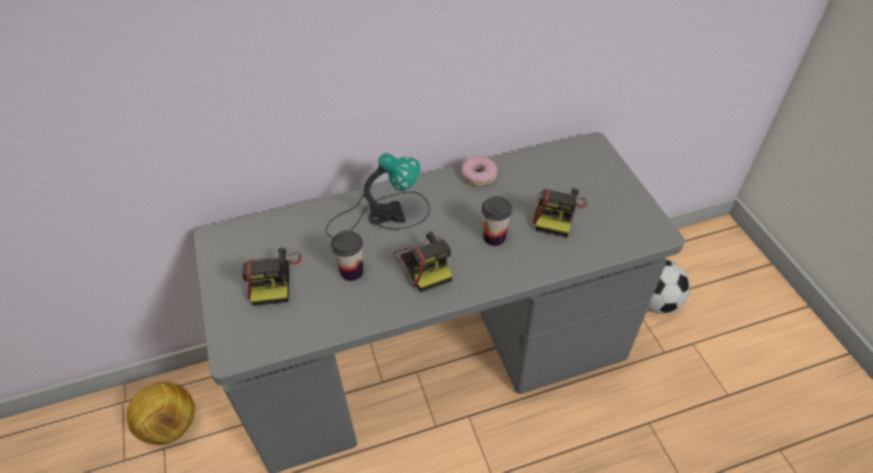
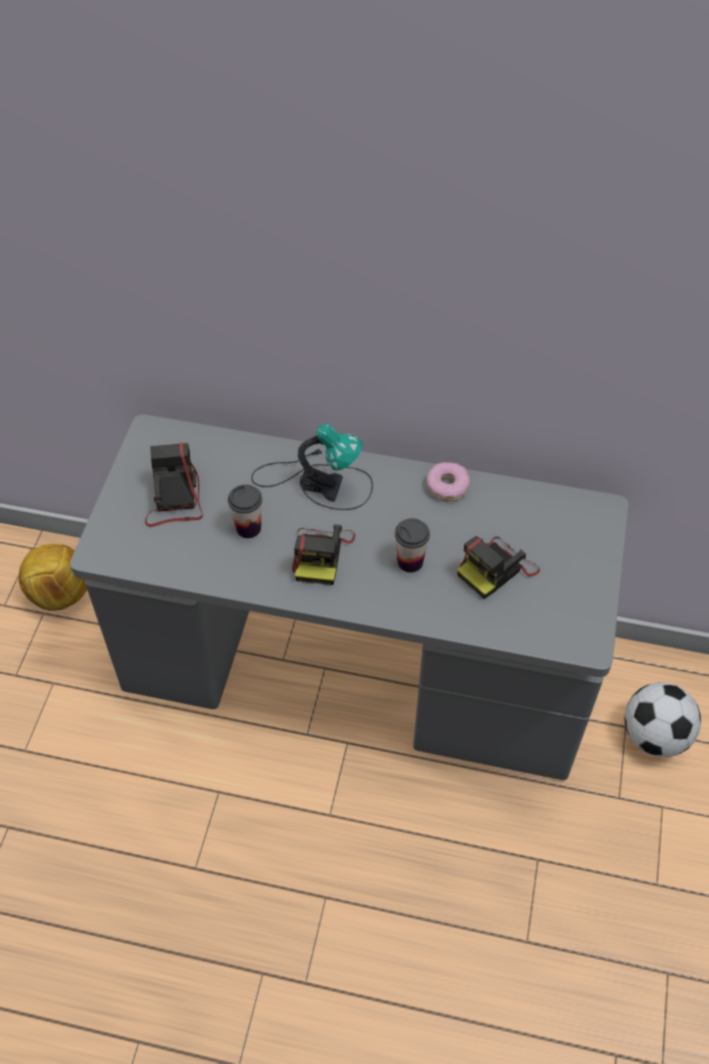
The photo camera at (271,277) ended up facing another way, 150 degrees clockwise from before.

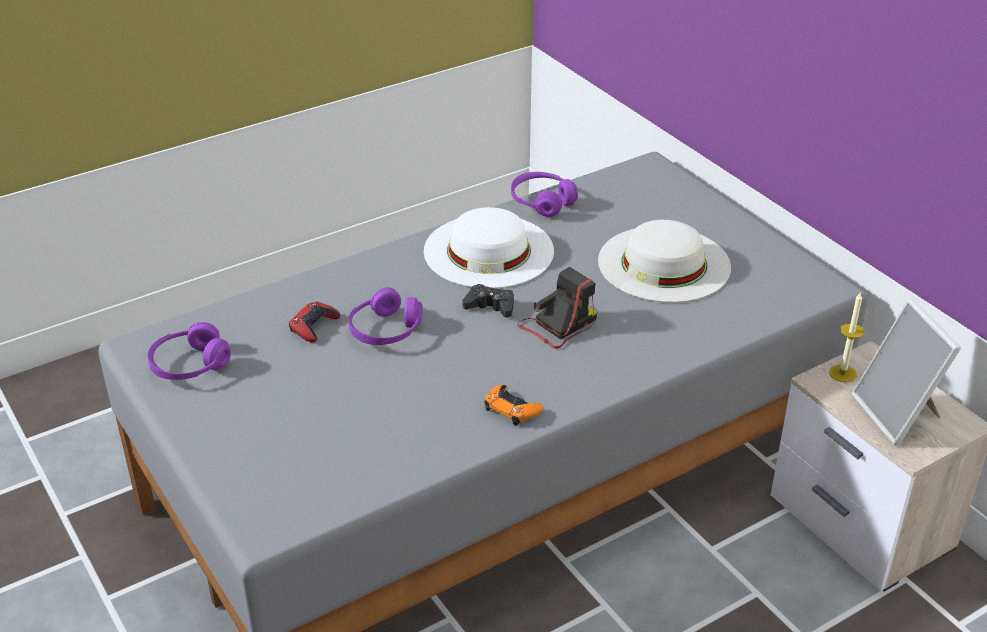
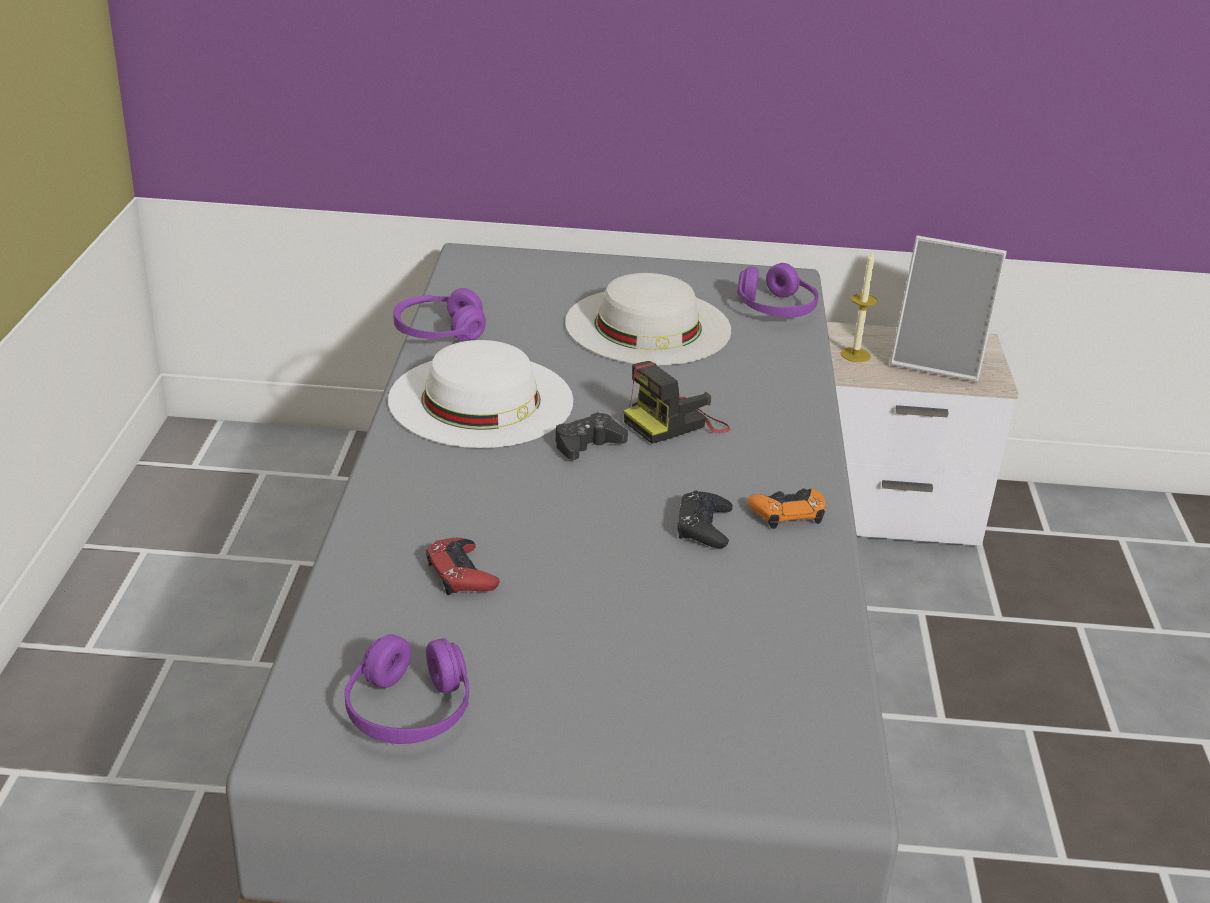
The photo camera at (557,308) ended up facing another way, 120 degrees counterclockwise from before.
The headphones (purple) ended up elsewhere, having gone from (385,316) to (778,290).
The second view gained the game controller (black) at (705,519).

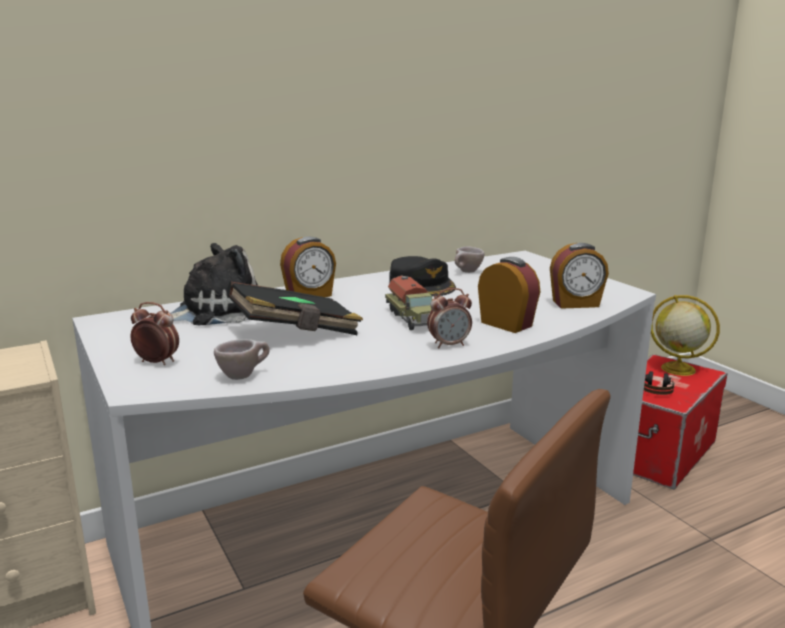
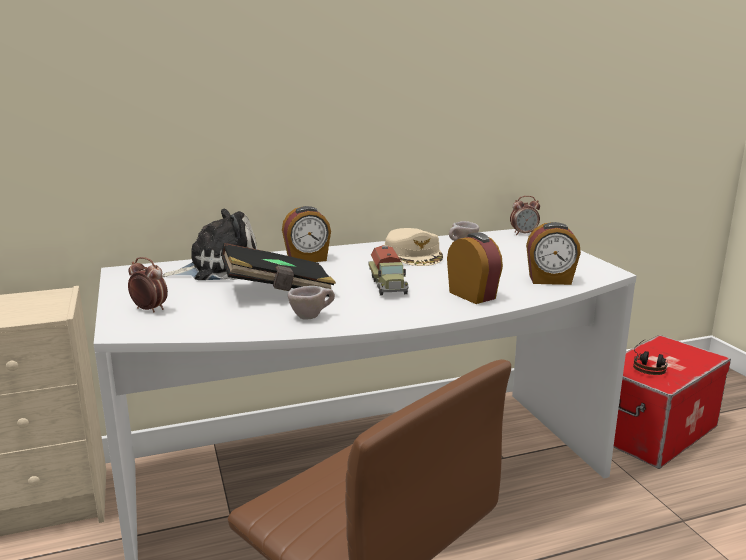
What was the cap (black) at (422,276) turned into the cap (beige) at (413,247).
The alarm clock ended up elsewhere, having gone from (449,318) to (525,215).
The second view lost the globe at (685,335).
The cup (beige) ended up elsewhere, having gone from (242,359) to (311,303).

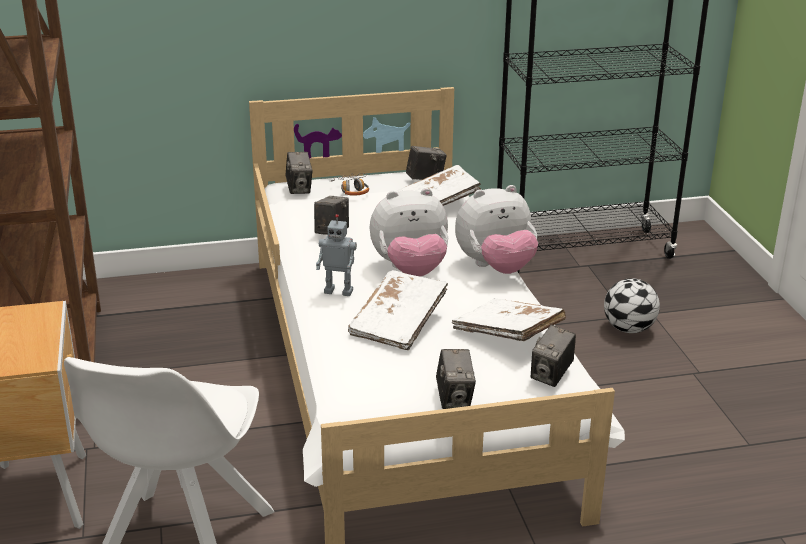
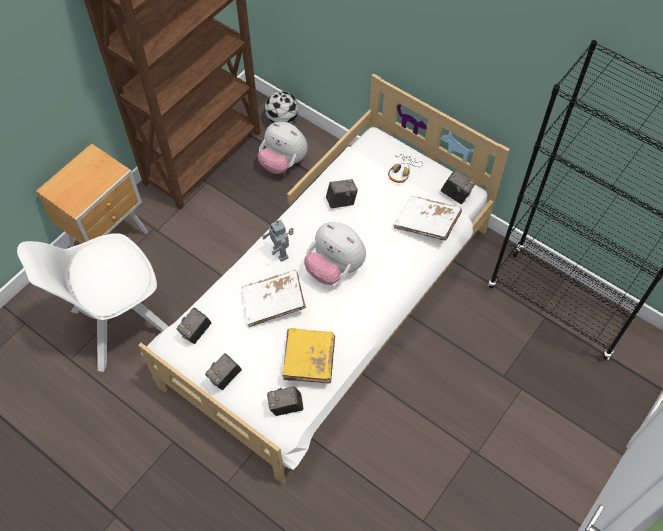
The photo camera ended up elsewhere, having gone from (299,173) to (194,326).
The plush toy ended up elsewhere, having gone from (496,229) to (283,148).
The football ended up elsewhere, having gone from (632,305) to (282,107).
What was the book (white) at (509,320) turned into the book (yellow) at (308,356).

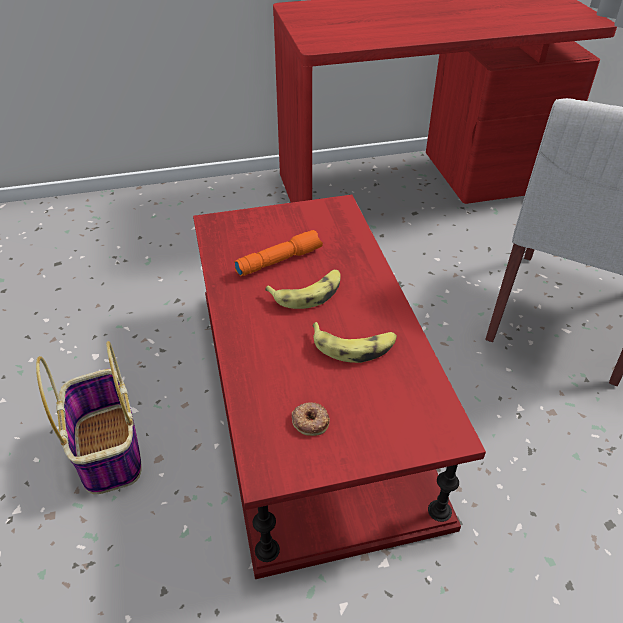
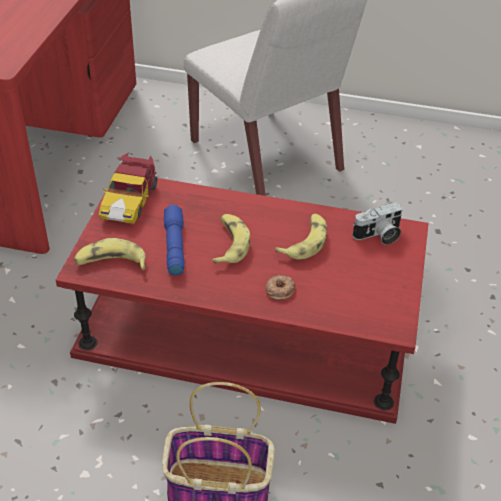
What was the flashlight (orange) at (278,253) turned into the flashlight (blue) at (174,240).
The donut ended up elsewhere, having gone from (311,419) to (280,287).
The second view gained the toy car at (128,188).
The second view gained the photo camera at (378,223).
The second view gained the banana at (110,254).

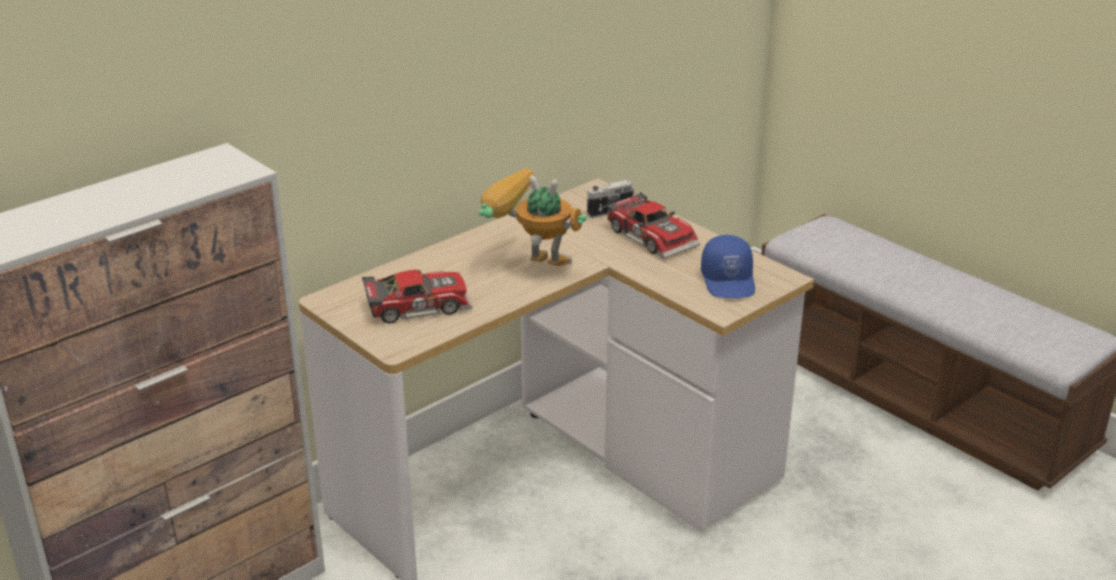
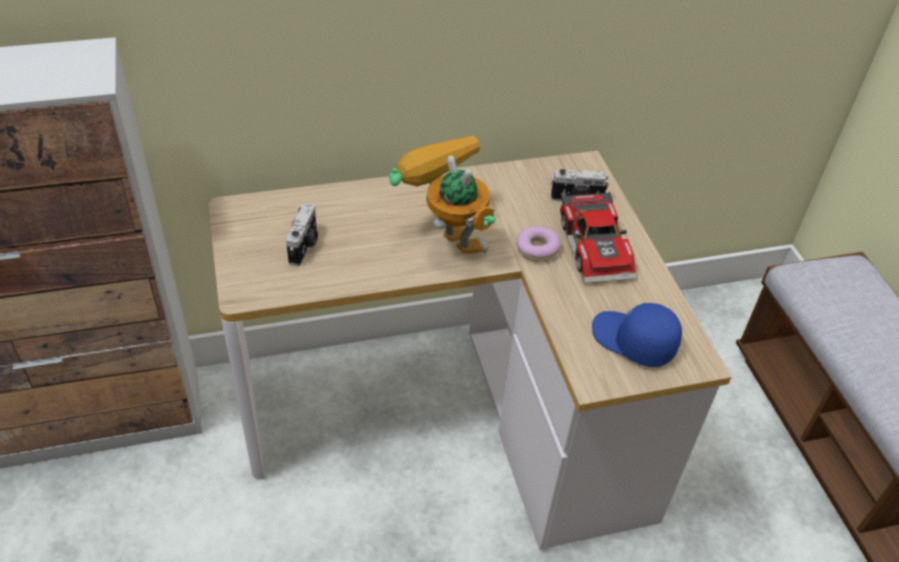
The cap (blue) at (728,266) ended up facing another way, 105 degrees clockwise from before.
Where the toy car stood at (417,296), the photo camera came to stand at (302,234).
The second view gained the donut at (538,243).

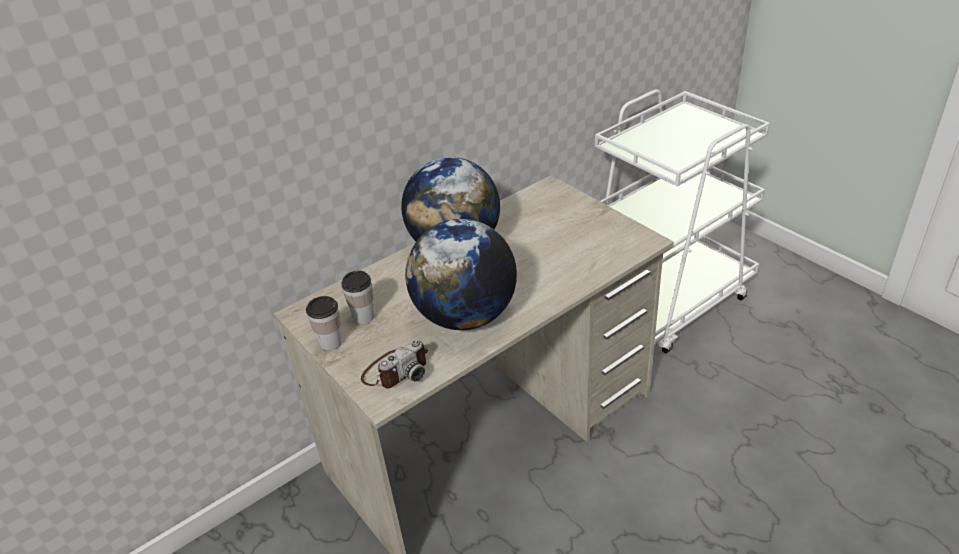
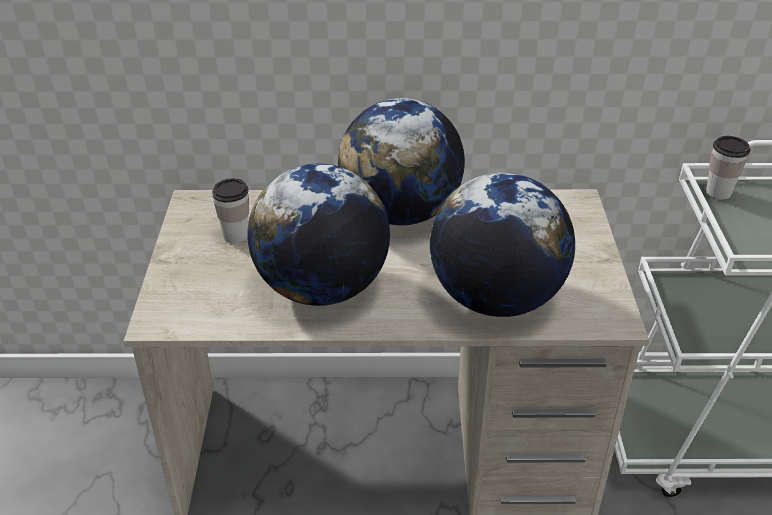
The cup ended up elsewhere, having gone from (324,323) to (728,168).
The second view lost the photo camera at (394,364).
The second view gained the globe at (502,245).

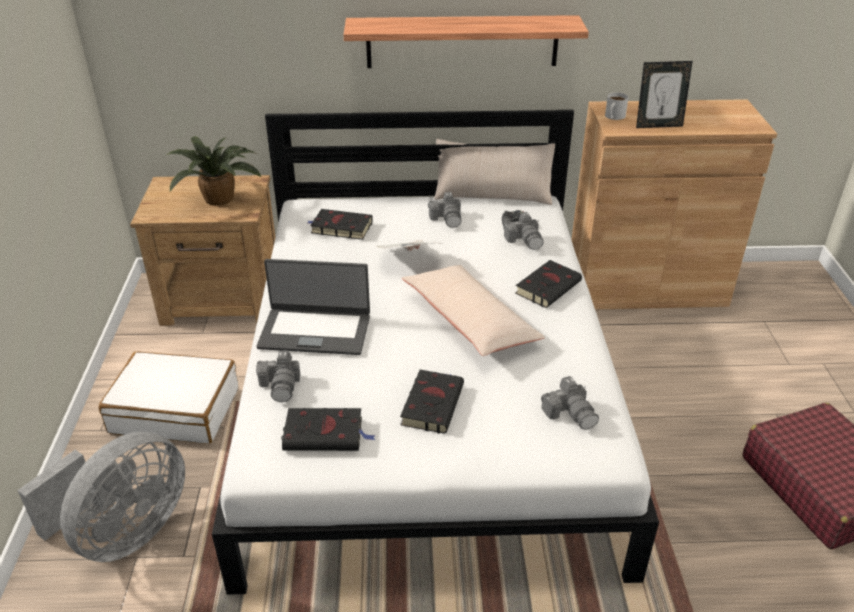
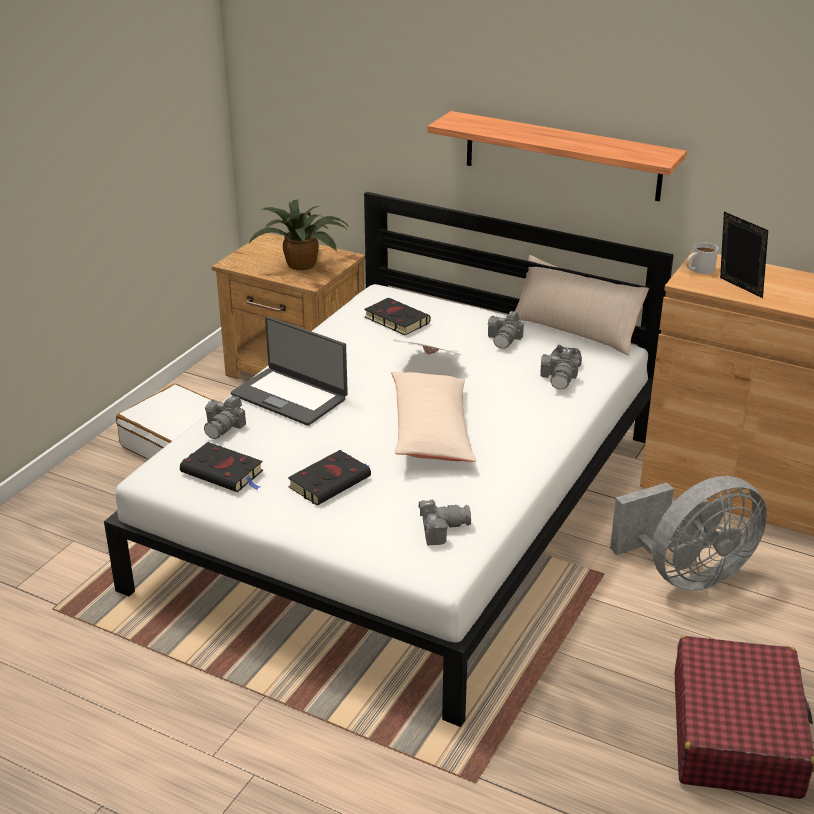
The picture frame at (664,94) ended up facing another way, 150 degrees counterclockwise from before.
The second view lost the book (black) at (548,284).
The photo camera at (570,403) ended up facing another way, 105 degrees counterclockwise from before.
The fan (grey) ended up elsewhere, having gone from (101,497) to (688,533).

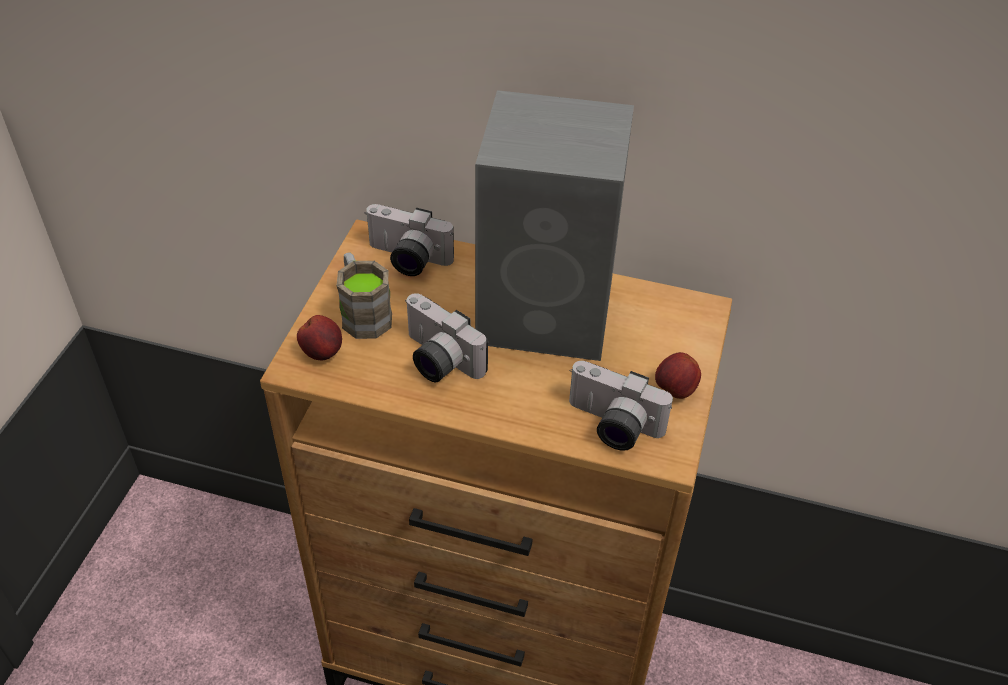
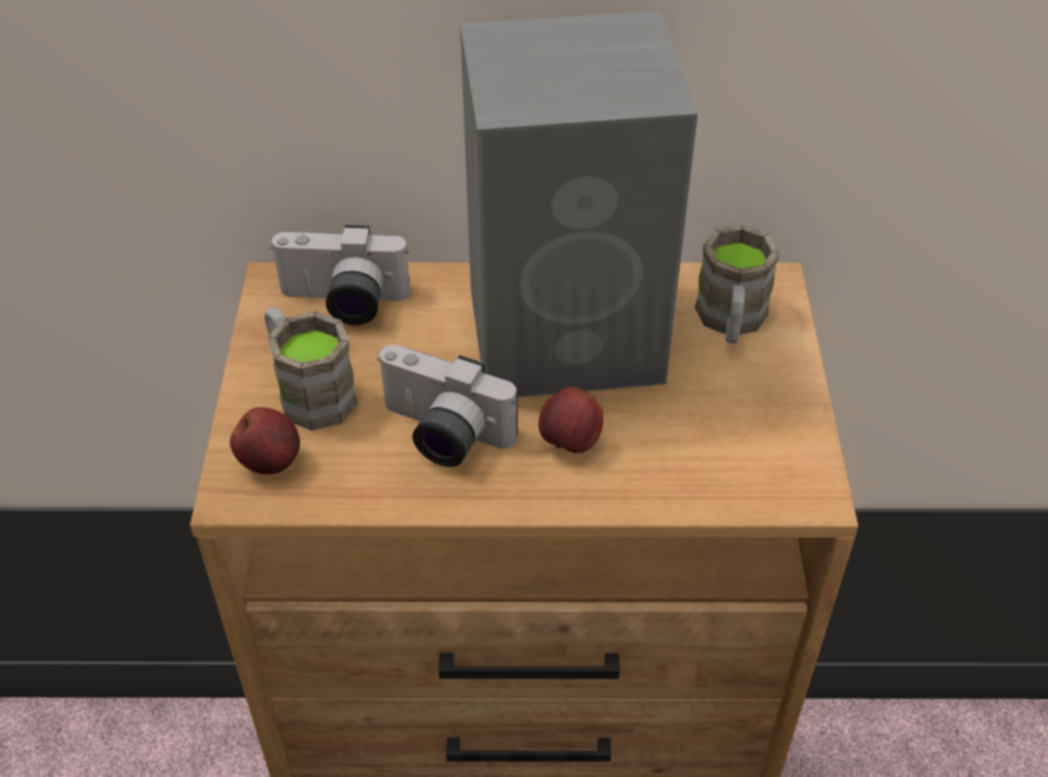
The apple ended up elsewhere, having gone from (678,375) to (571,420).
The second view lost the photo camera at (621,406).
The second view gained the mug (brown) at (737,284).

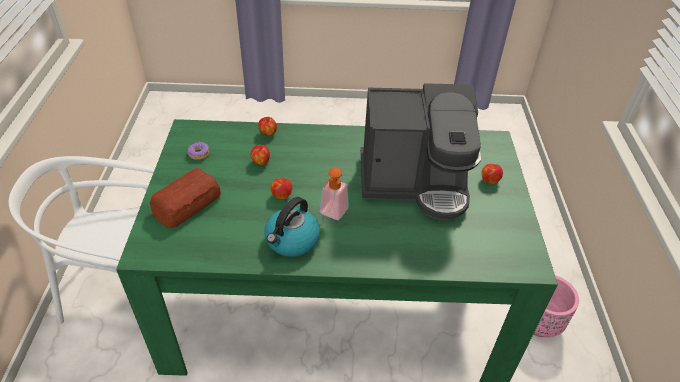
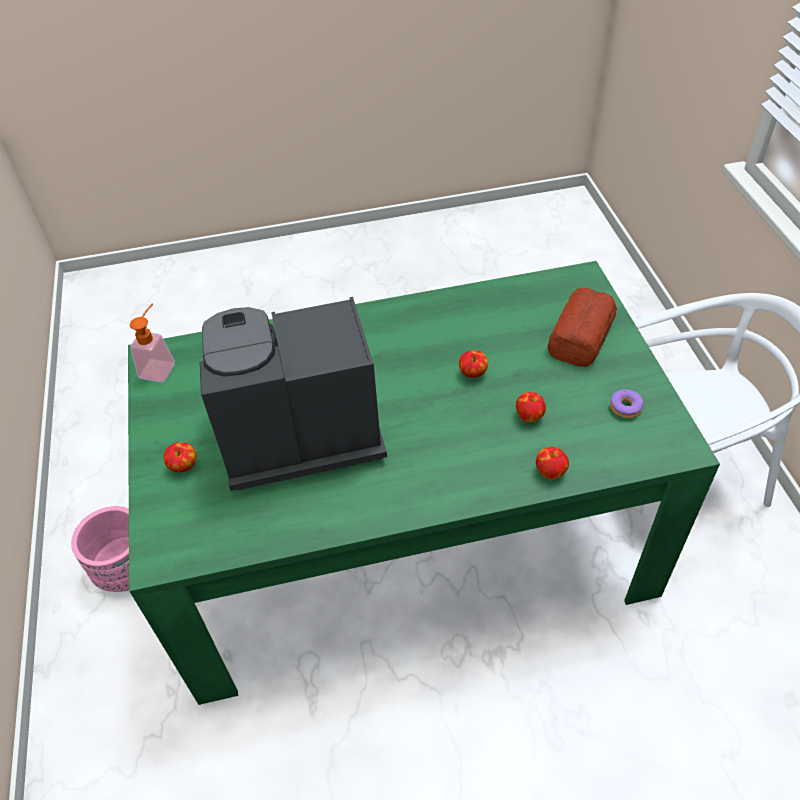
The soap dispenser ended up elsewhere, having gone from (334,194) to (152,343).
The second view lost the kettle at (292,227).

